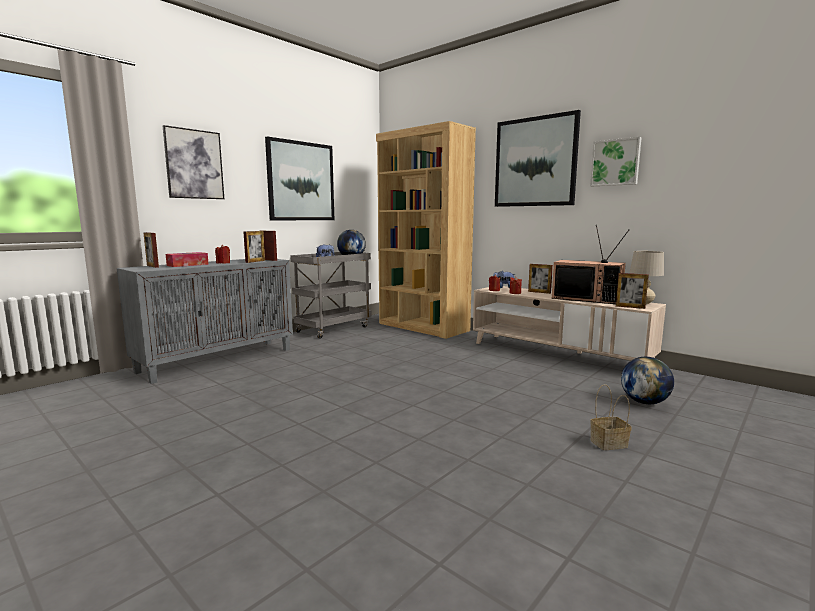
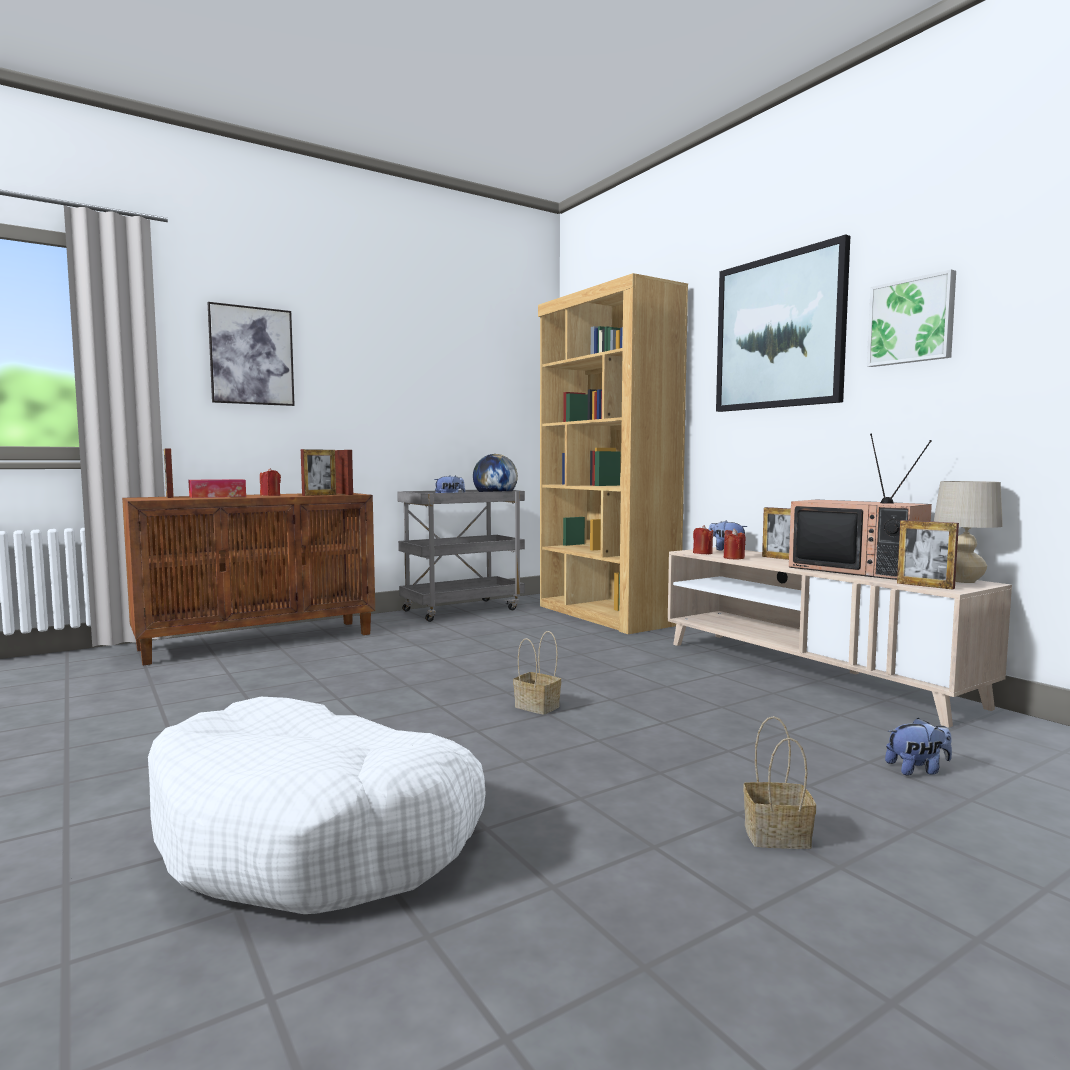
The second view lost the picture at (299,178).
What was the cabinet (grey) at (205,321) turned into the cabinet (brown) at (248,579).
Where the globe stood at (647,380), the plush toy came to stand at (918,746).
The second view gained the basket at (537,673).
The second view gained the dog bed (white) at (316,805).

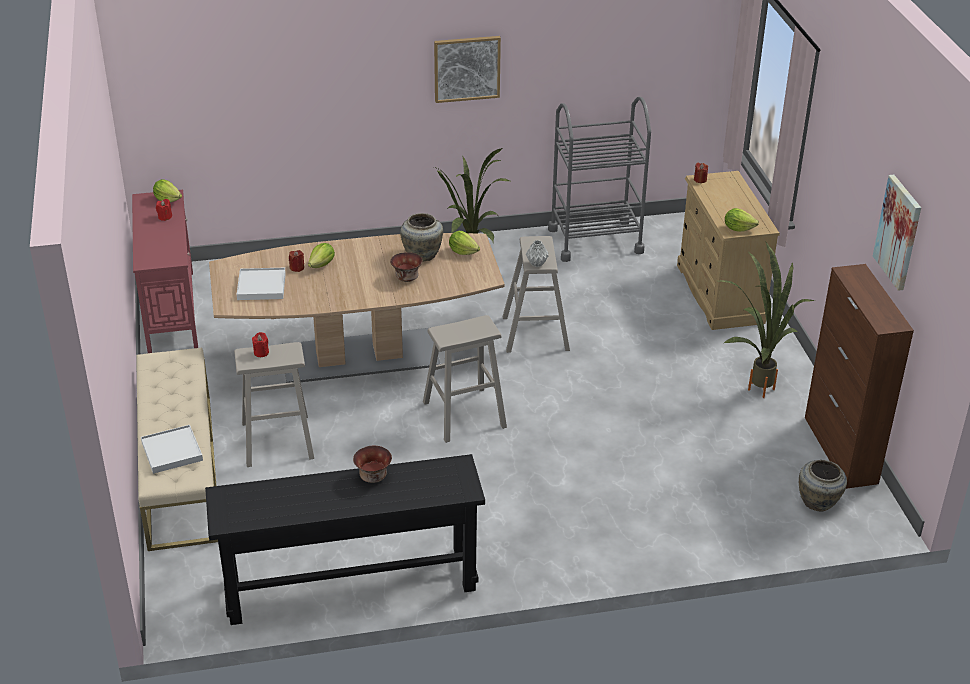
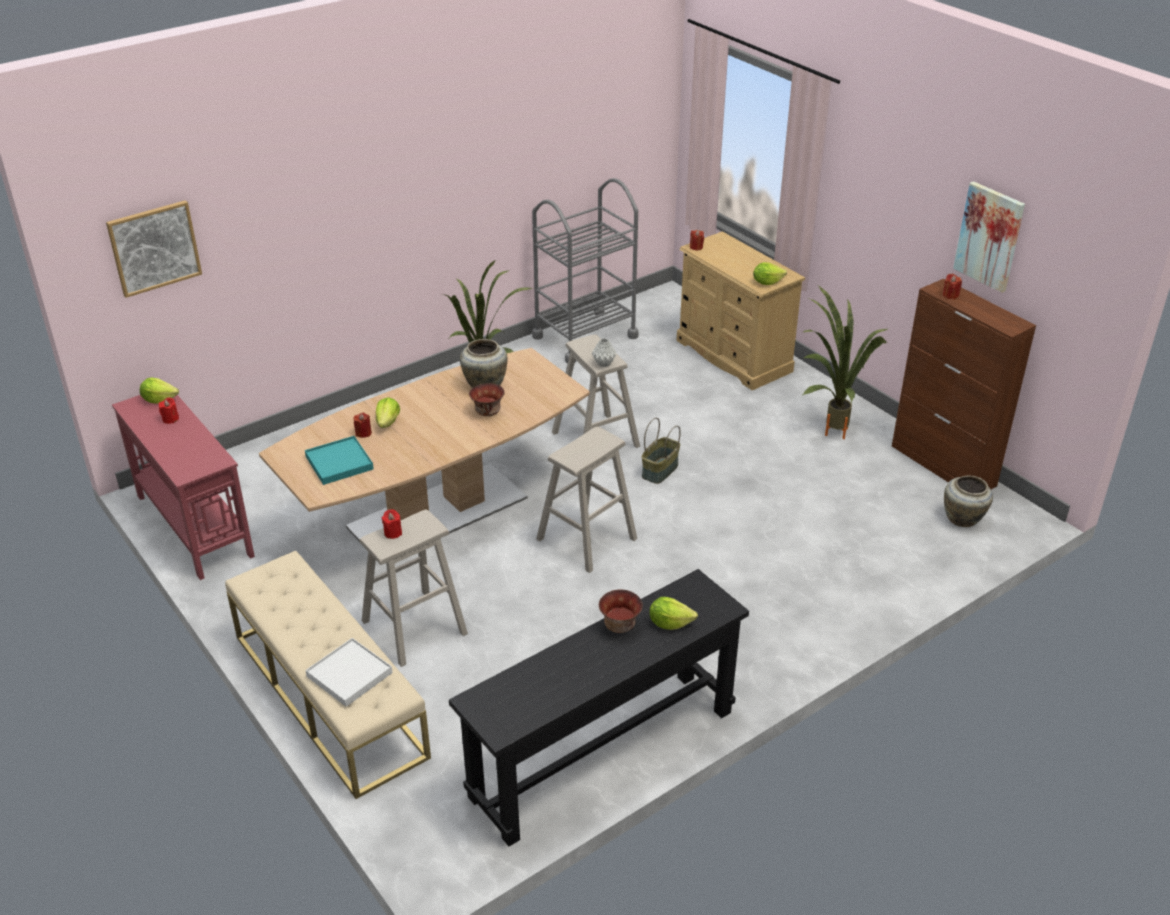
The picture ended up elsewhere, having gone from (467,69) to (154,249).
The lettuce ended up elsewhere, having gone from (464,243) to (673,613).
What was the tray (white) at (261,284) turned into the tray (turquoise) at (339,460).
The second view gained the candle (red) at (952,286).
The second view gained the basket at (661,451).

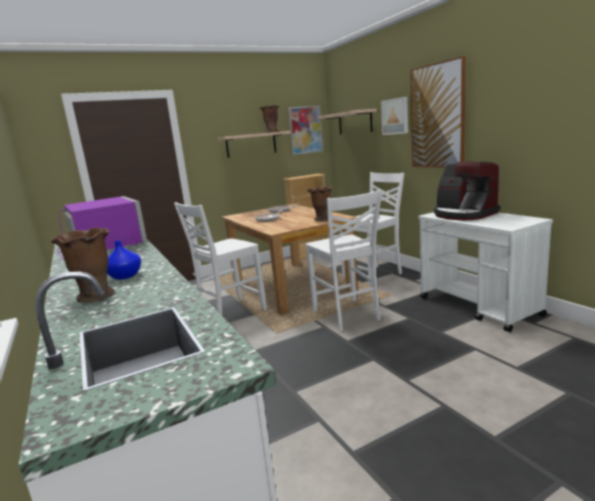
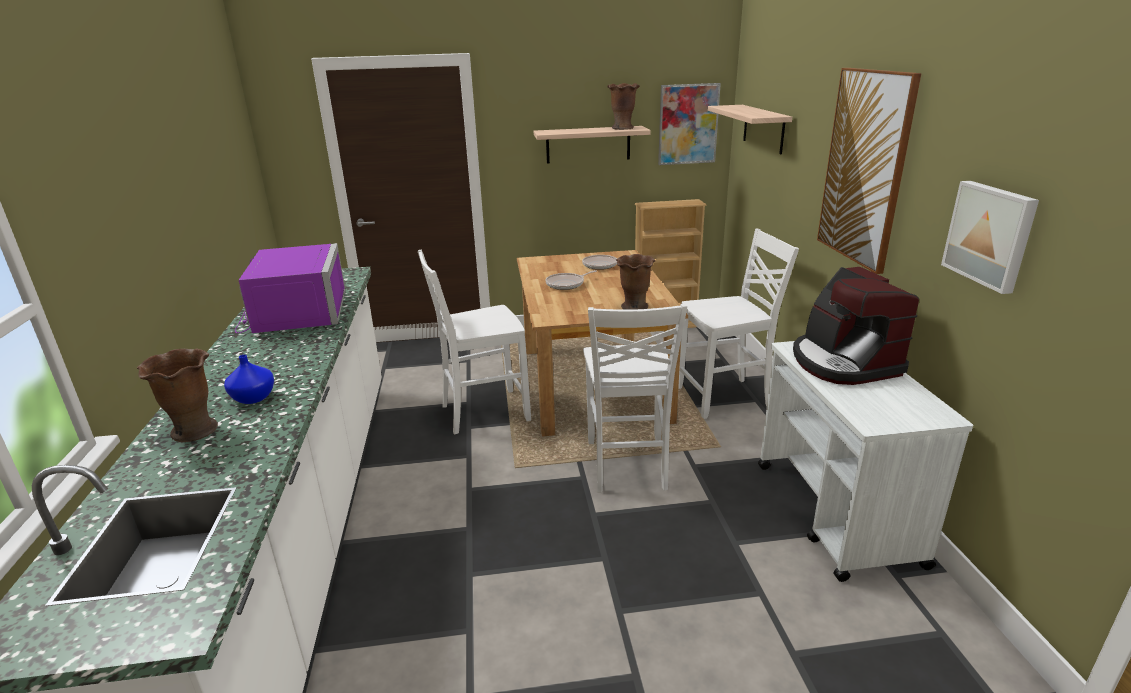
The picture ended up elsewhere, having gone from (394,116) to (990,237).

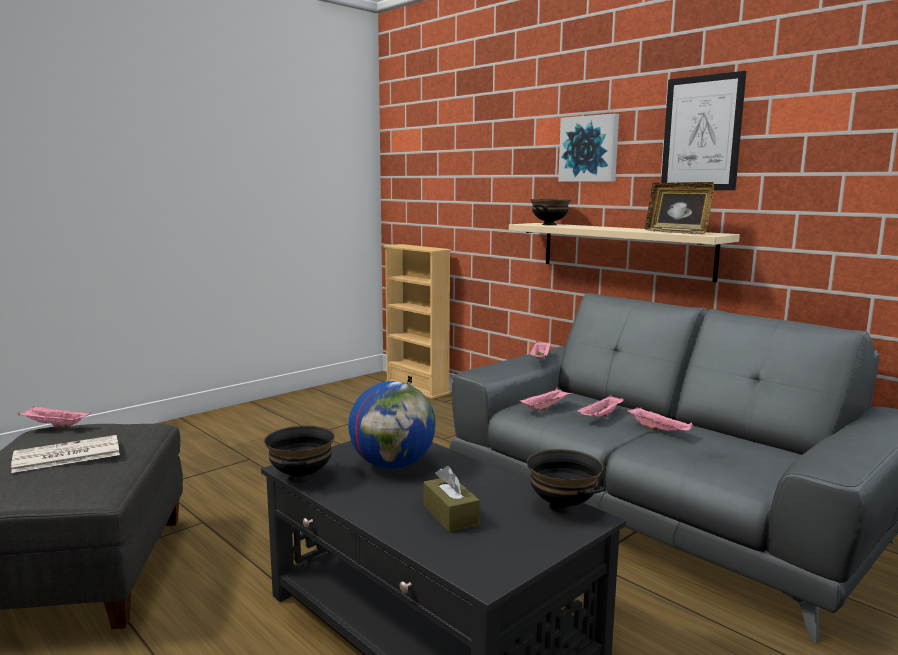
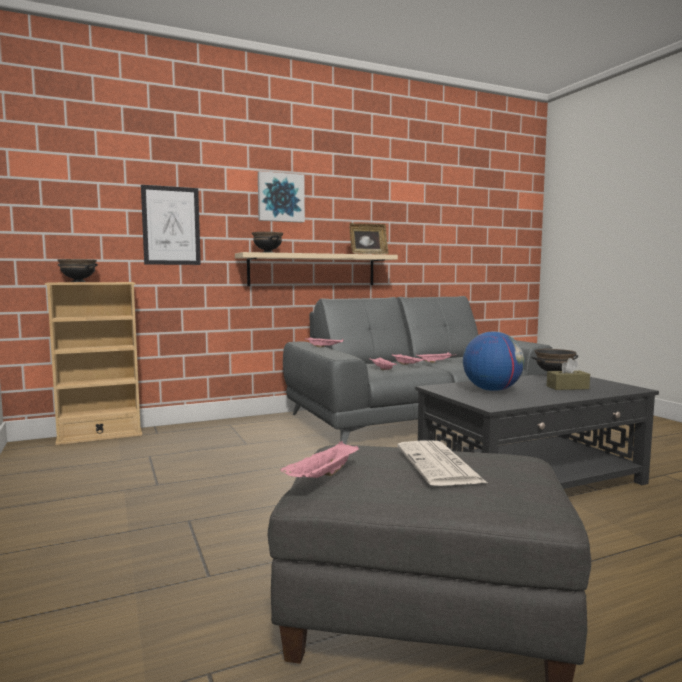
The picture ended up elsewhere, having gone from (703,130) to (171,225).
The bowl (black) ended up elsewhere, having gone from (299,454) to (77,270).

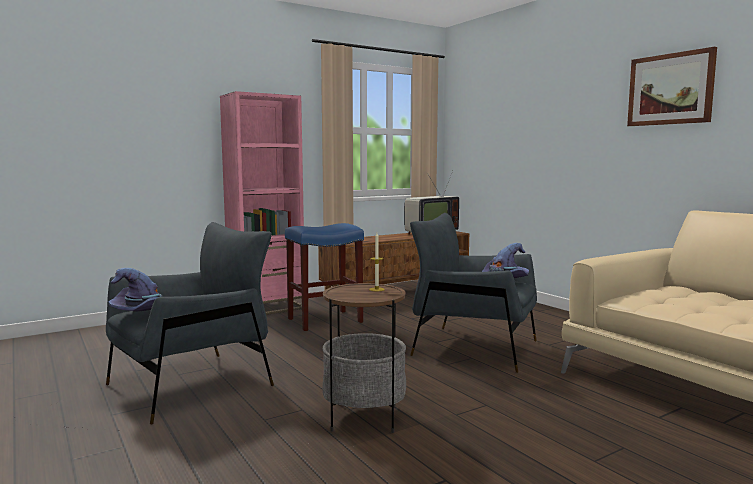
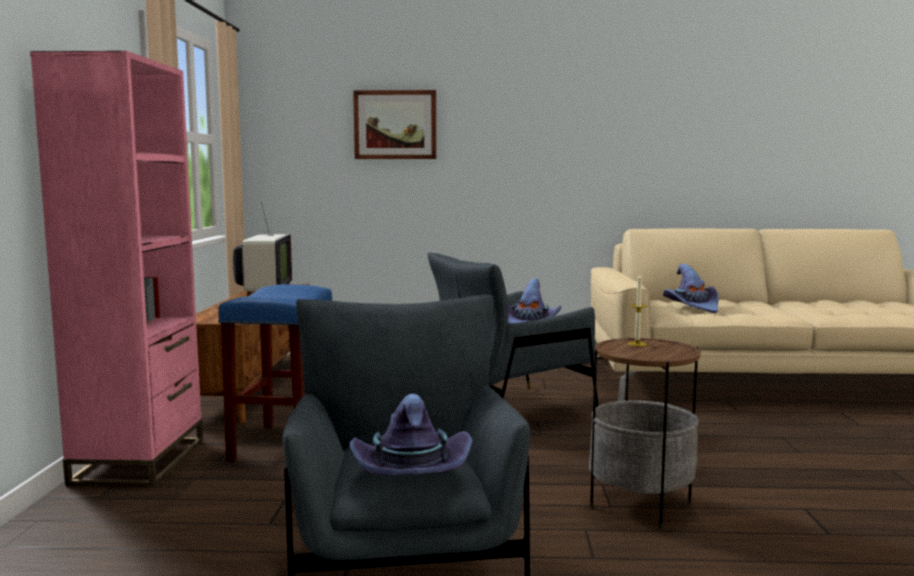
The picture ended up elsewhere, having gone from (672,86) to (394,124).
The second view gained the hat (purple) at (691,288).

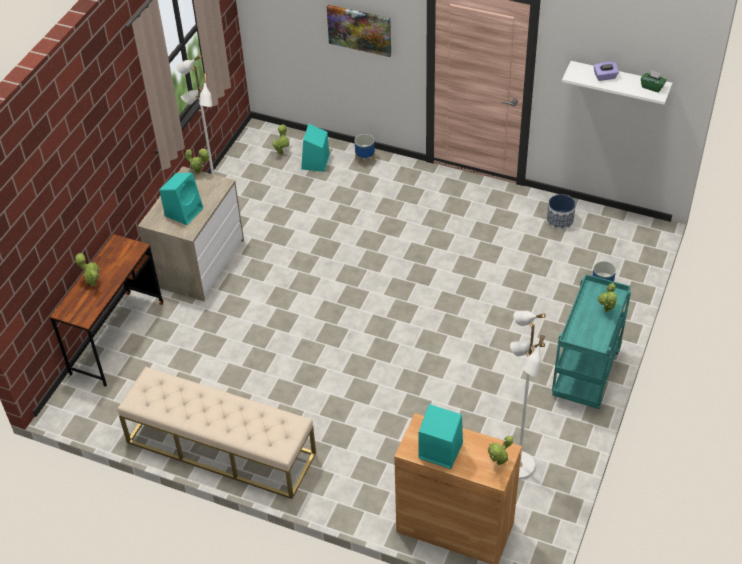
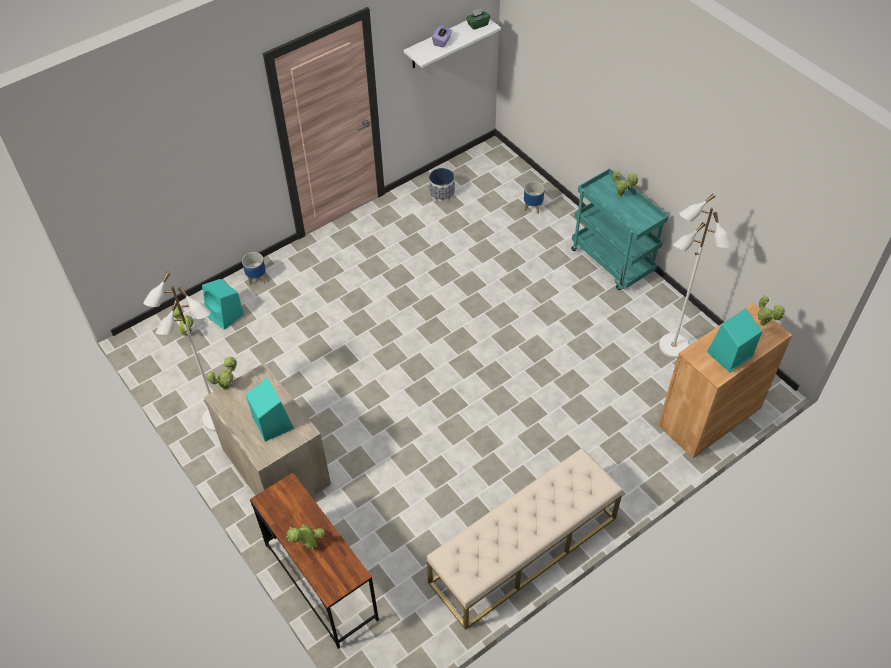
The second view lost the picture at (359,31).

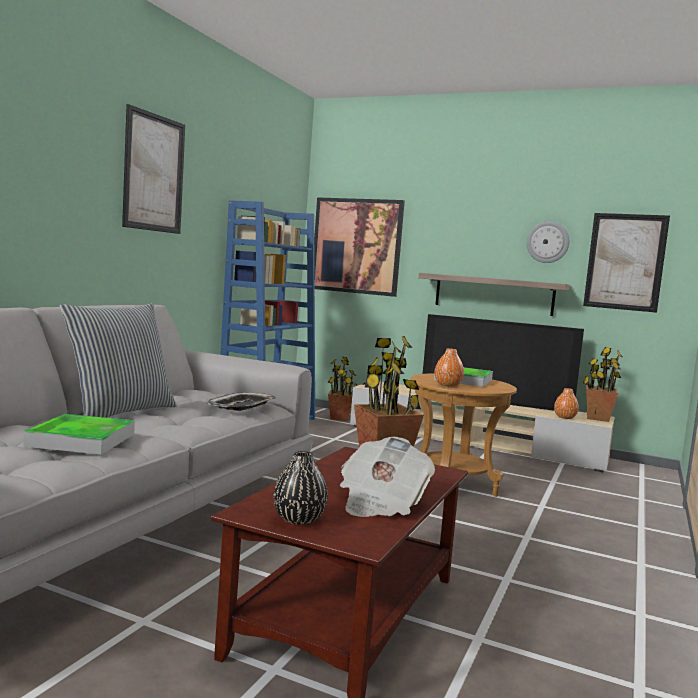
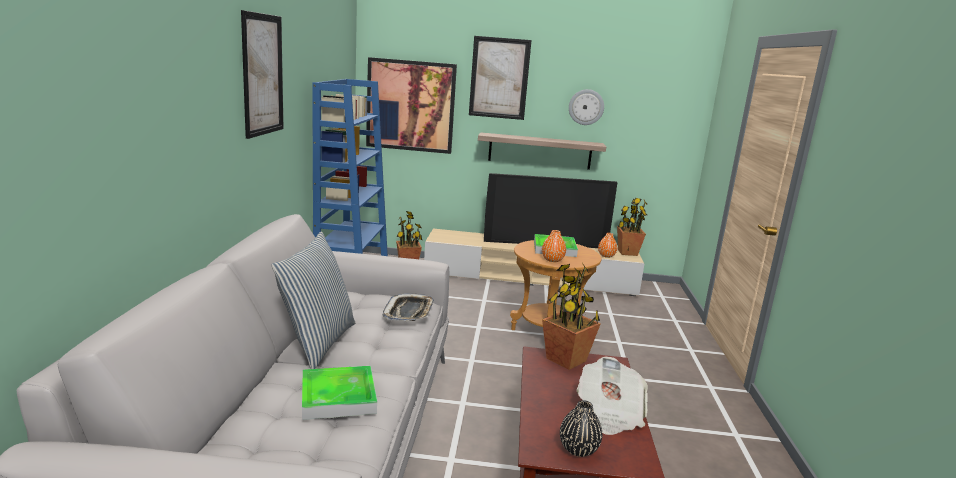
The picture ended up elsewhere, having gone from (626,263) to (500,78).

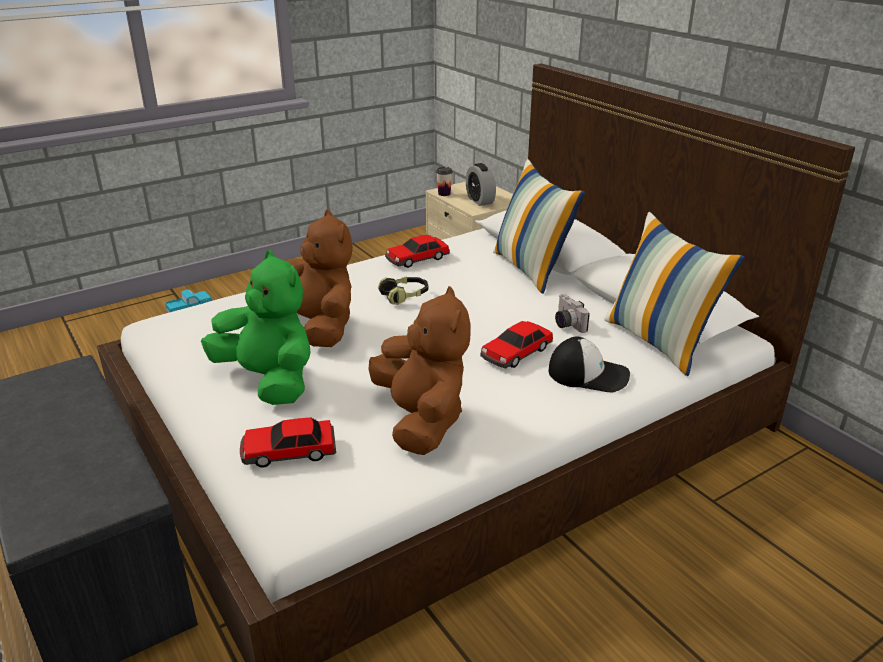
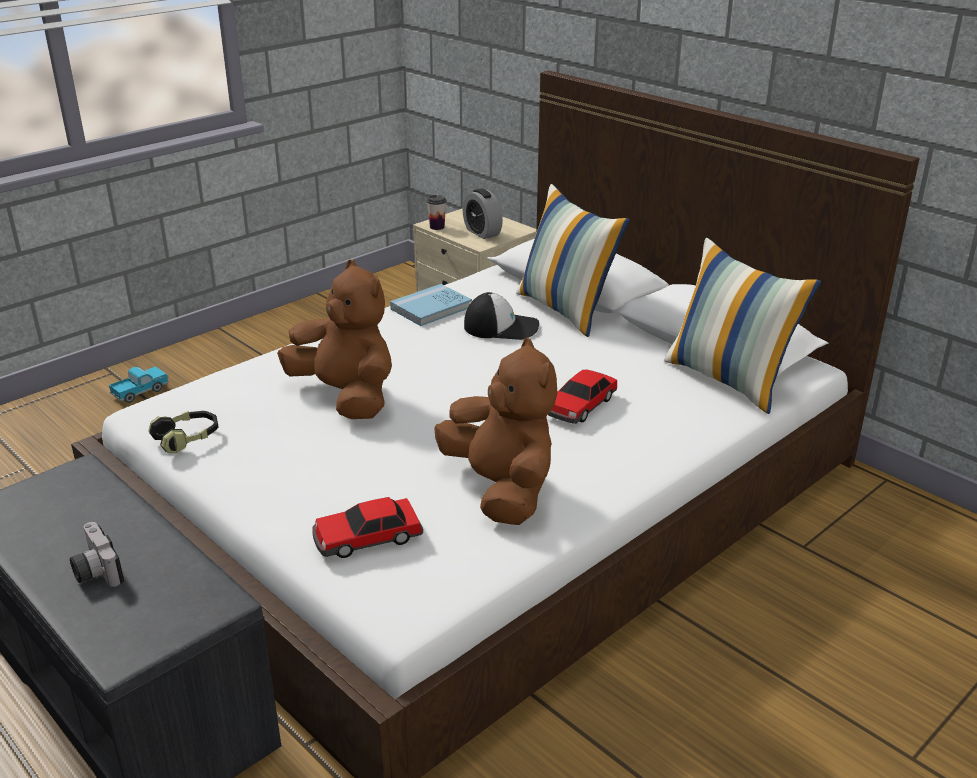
Where the toy car stood at (417,251), the book (blue) came to stand at (431,305).
The second view lost the plush toy (green) at (256,327).
The headphones ended up elsewhere, having gone from (403,290) to (183,432).
The photo camera ended up elsewhere, having gone from (572,313) to (97,554).
The cap ended up elsewhere, having gone from (589,364) to (501,316).

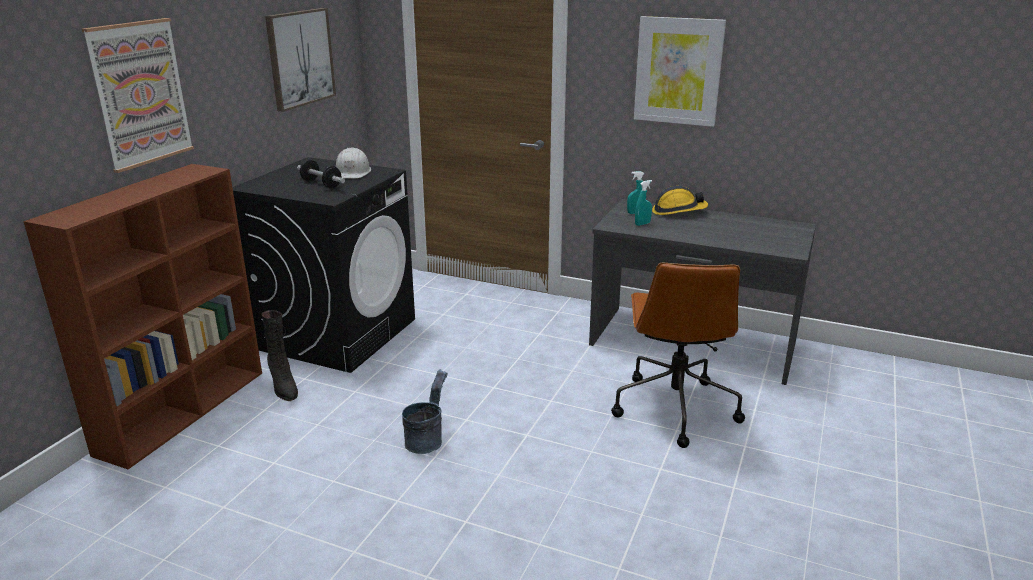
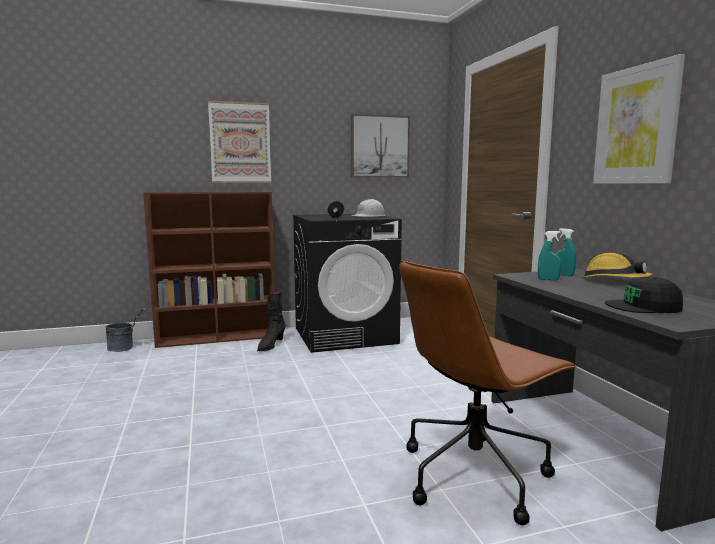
The bucket (grey) ended up elsewhere, having gone from (425,411) to (127,330).
The second view gained the cap (black) at (644,295).

